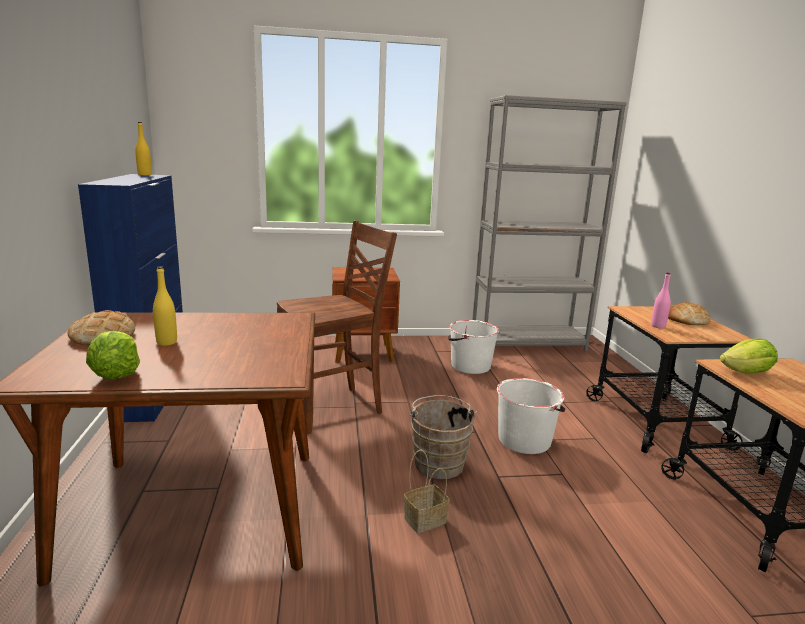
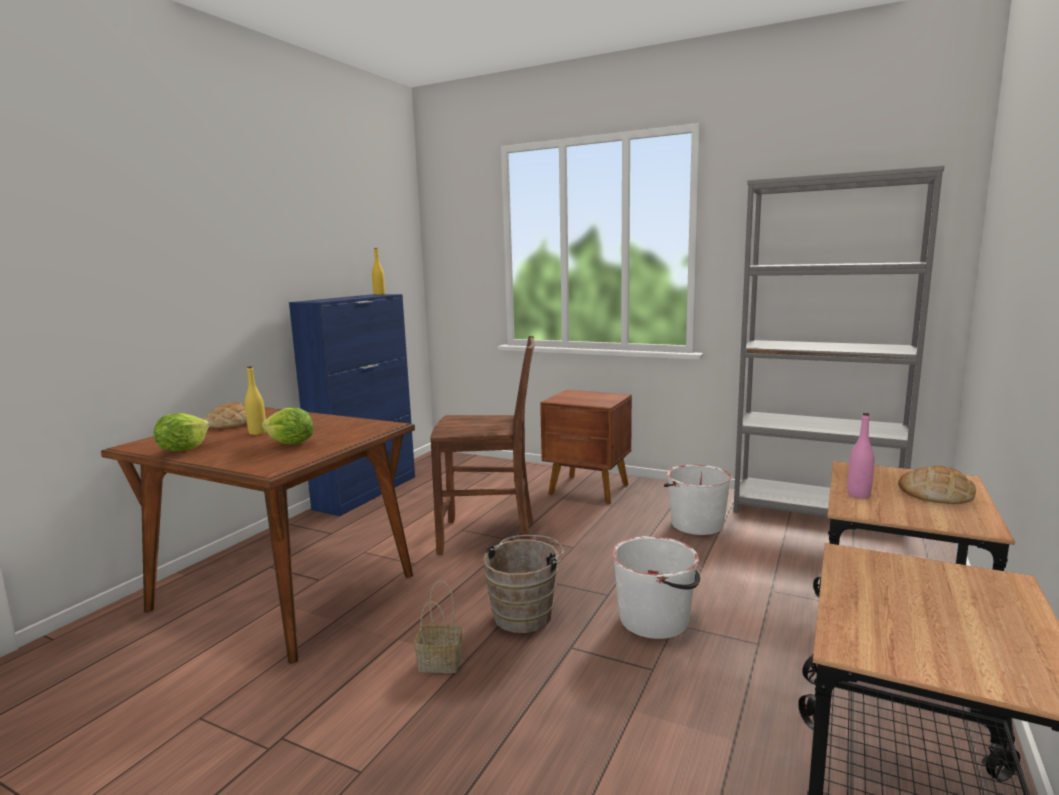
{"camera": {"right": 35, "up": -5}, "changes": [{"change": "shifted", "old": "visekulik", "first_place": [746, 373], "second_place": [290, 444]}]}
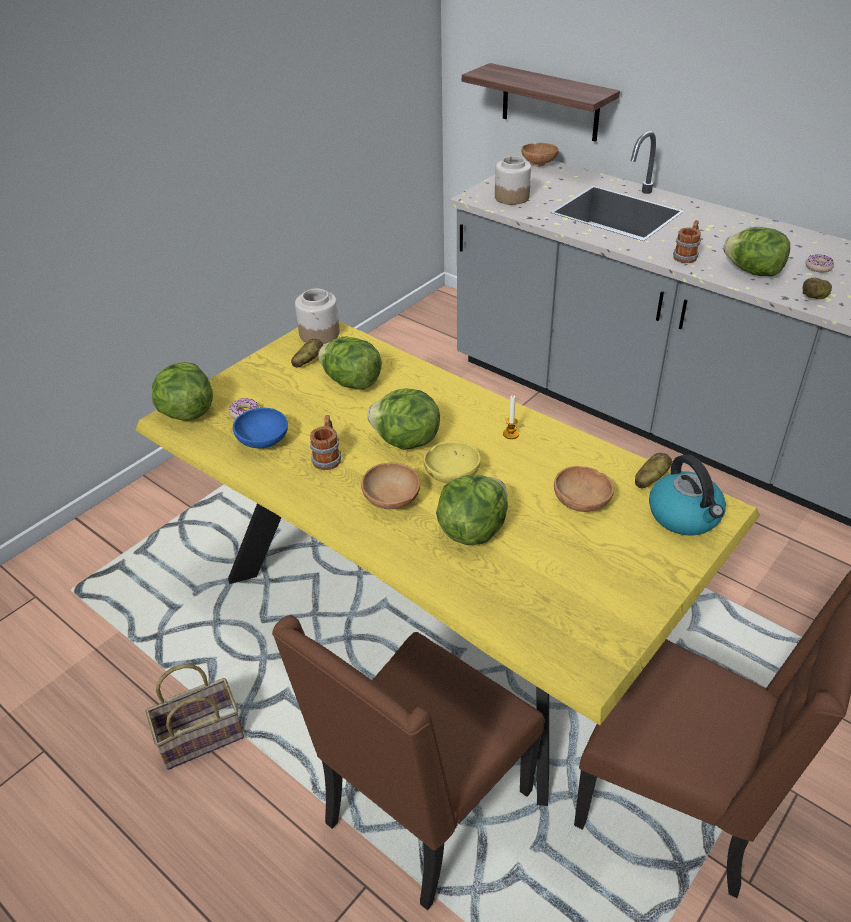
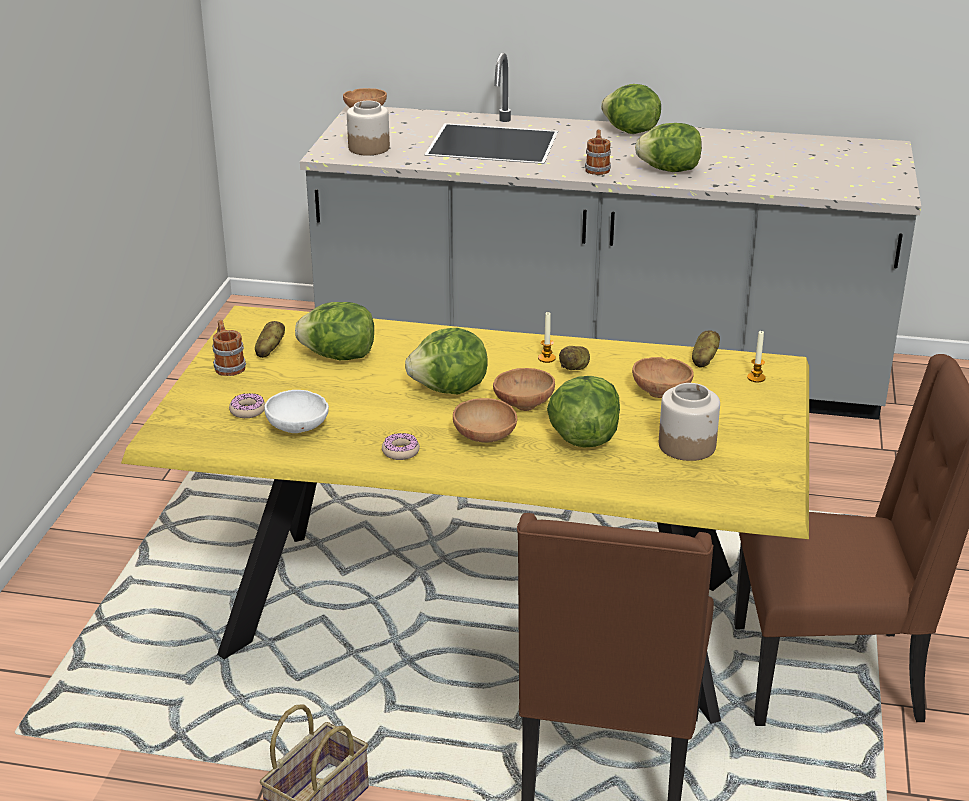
{"camera": {"right": -30, "up": -10}, "changes": [{"change": "shifted", "old": "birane", "first_place": [328, 457], "second_place": [228, 365]}, {"change": "repainted", "old": "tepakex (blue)", "new": "tepakex (white)", "first_place": [264, 442], "second_place": [299, 429]}, {"change": "shifted", "old": "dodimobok", "first_place": [818, 267], "second_place": [400, 451]}, {"change": "repainted", "old": "tepakex (yellow)", "new": "tepakex (brown)", "first_place": [452, 475], "second_place": [523, 404]}, {"change": "shifted", "old": "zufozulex", "first_place": [815, 297], "second_place": [575, 368]}, {"change": "shifted", "old": "visekulik", "first_place": [186, 412], "second_place": [630, 132]}, {"change": "shifted", "old": "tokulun", "first_place": [320, 333], "second_place": [687, 445]}, {"change": "swapped", "old": "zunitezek", "new": "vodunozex", "first_place": [685, 516], "second_place": [756, 378]}, {"change": "gone", "old": "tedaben", "first_place": [550, 103]}]}
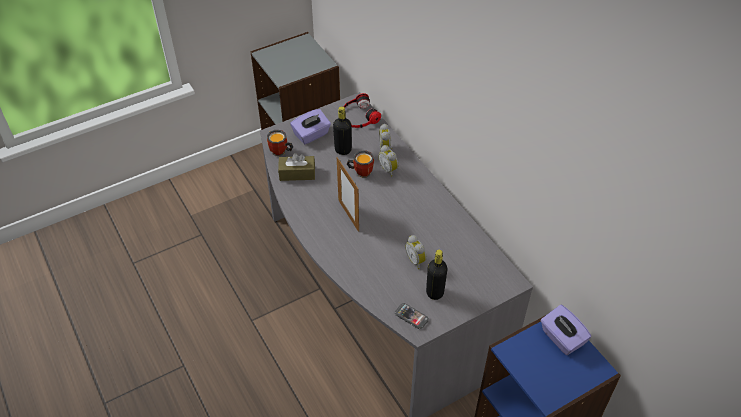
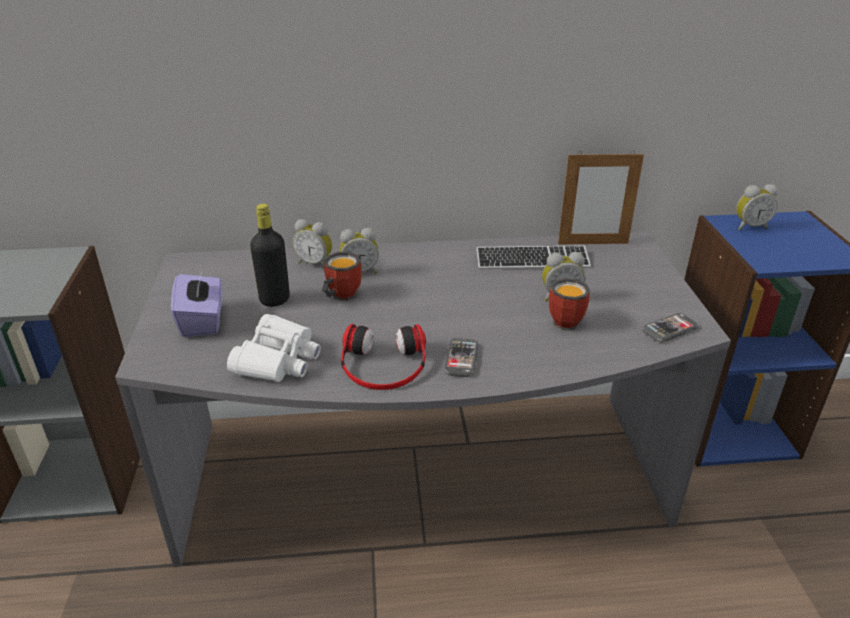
{"camera": {"right": -65, "up": -15}, "changes": [{"change": "swapped", "old": "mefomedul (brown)", "new": "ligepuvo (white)", "first_place": [297, 173], "second_place": [278, 360]}, {"change": "shifted", "old": "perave", "first_place": [358, 116], "second_place": [383, 365]}, {"change": "new", "new": "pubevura", "second_place": [461, 359]}, {"change": "new", "new": "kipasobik", "second_place": [532, 260]}, {"change": "shifted", "old": "birane", "first_place": [280, 153], "second_place": [570, 322]}, {"change": "shifted", "old": "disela", "first_place": [348, 215], "second_place": [593, 243]}, {"change": "swapped", "old": "mefomedul (purple)", "new": "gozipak", "first_place": [561, 338], "second_place": [749, 226]}, {"change": "gone", "old": "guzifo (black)", "first_place": [435, 292]}]}
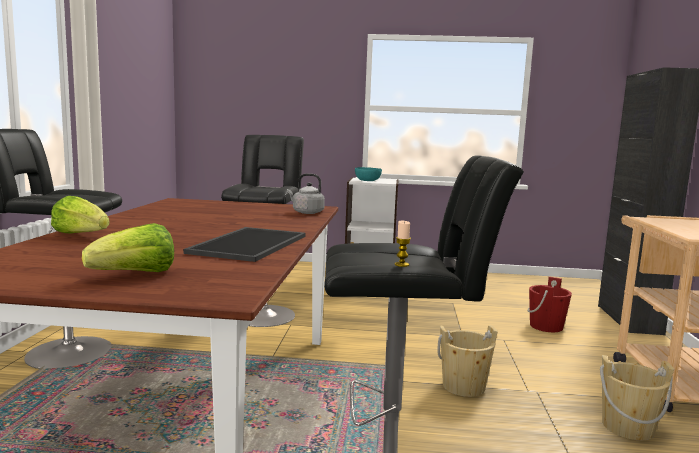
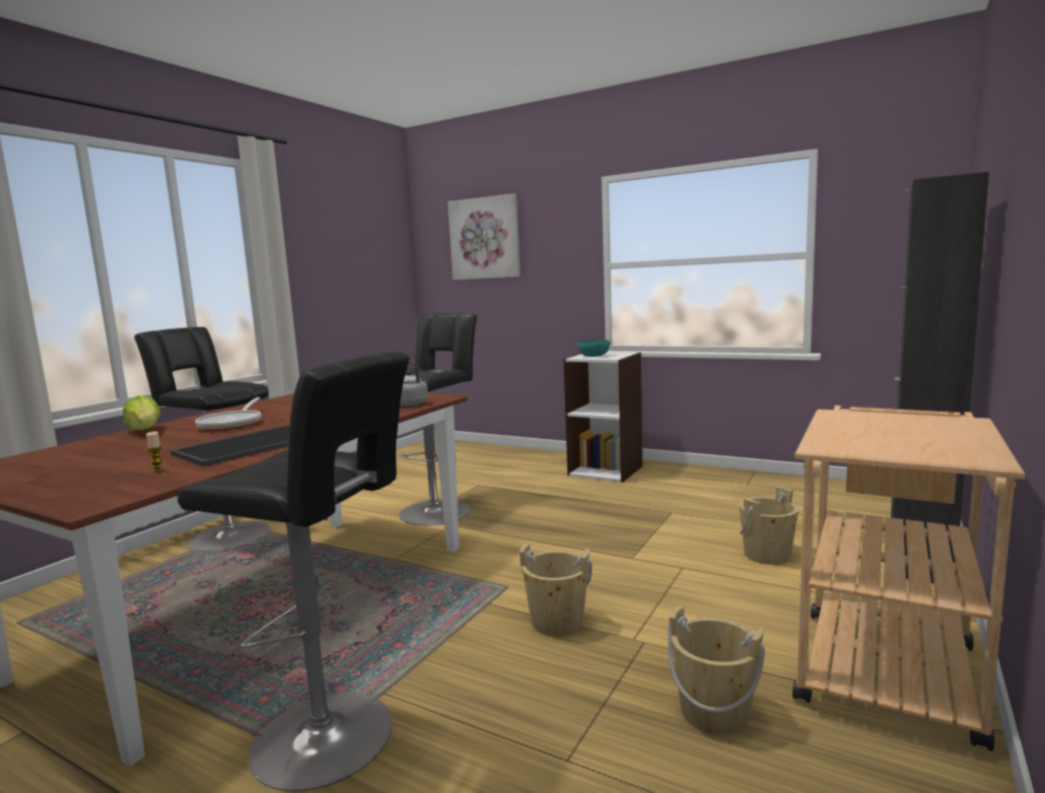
{"camera": {"right": 25, "up": 0}, "changes": [{"change": "shifted", "old": "vodunozex", "first_place": [401, 264], "second_place": [157, 470]}, {"change": "new", "new": "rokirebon", "second_place": [233, 424]}, {"change": "new", "new": "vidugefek", "second_place": [485, 238]}, {"change": "repainted", "old": "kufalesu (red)", "new": "kufalesu (beige)", "first_place": [546, 326], "second_place": [767, 555]}, {"change": "gone", "old": "visekulik", "first_place": [136, 274]}]}
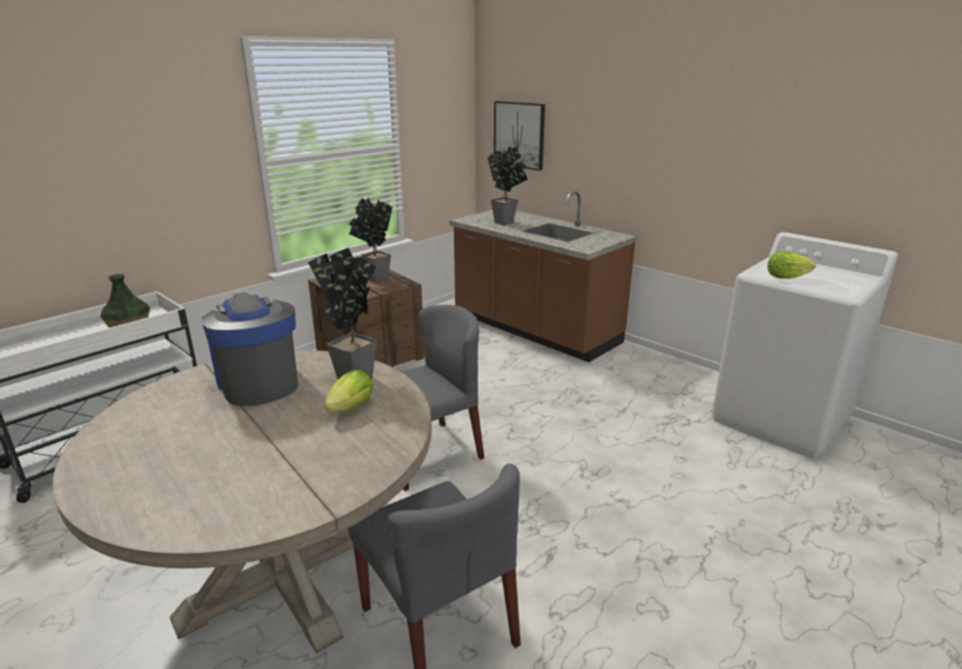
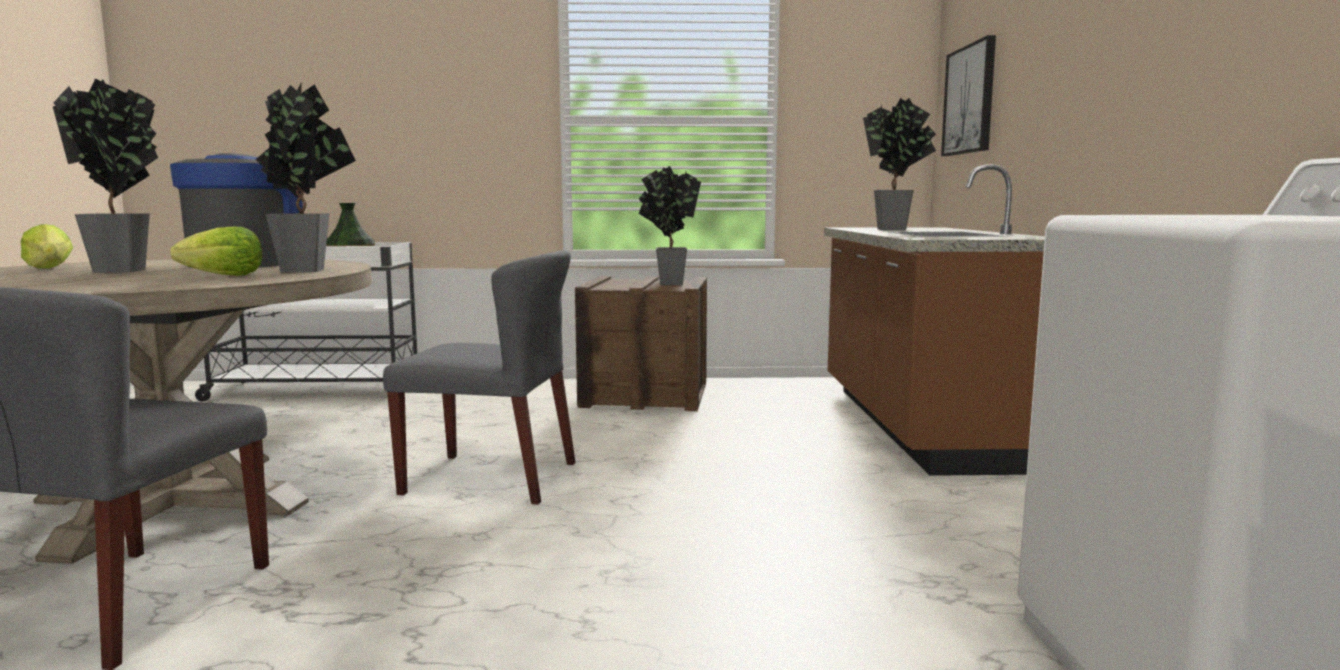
{"camera": {"right": 45, "up": -15}, "changes": [{"change": "shifted", "old": "visekulik", "first_place": [785, 277], "second_place": [50, 269]}, {"change": "new", "new": "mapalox", "second_place": [126, 271]}]}
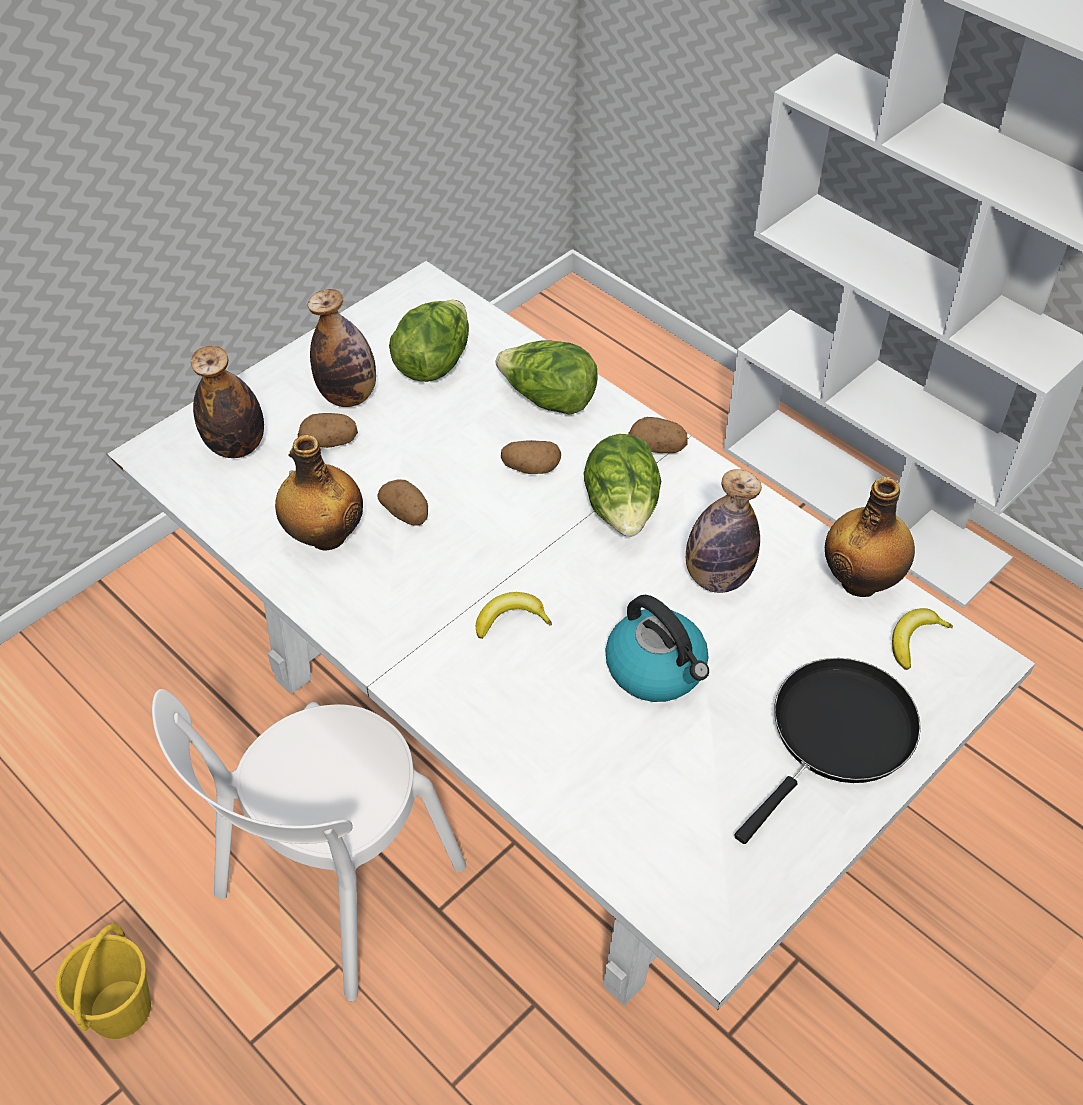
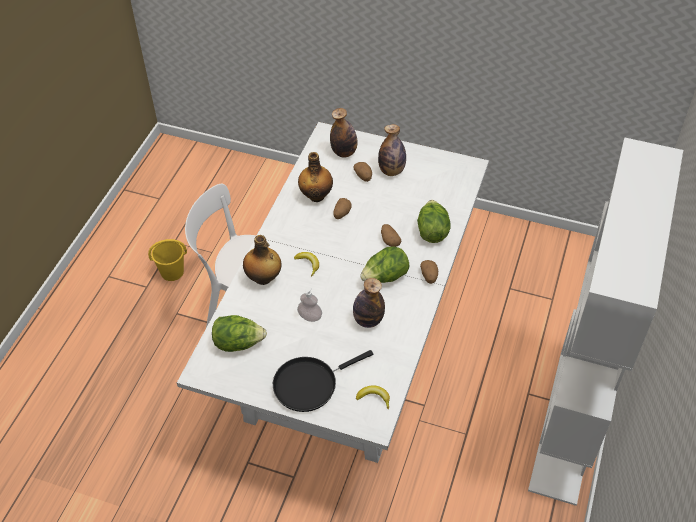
{"camera": {"right": 65, "up": 0}, "changes": [{"change": "shifted", "old": "visekulik", "first_place": [434, 362], "second_place": [238, 343]}, {"change": "shifted", "old": "guzifo", "first_place": [861, 580], "second_place": [263, 278]}, {"change": "rotated", "old": "rokirebon (black)", "first_place": [837, 735], "second_place": [309, 384], "degrees": 135}, {"change": "swapped", "old": "zunitezek", "new": "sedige", "first_place": [657, 669], "second_place": [310, 316]}]}
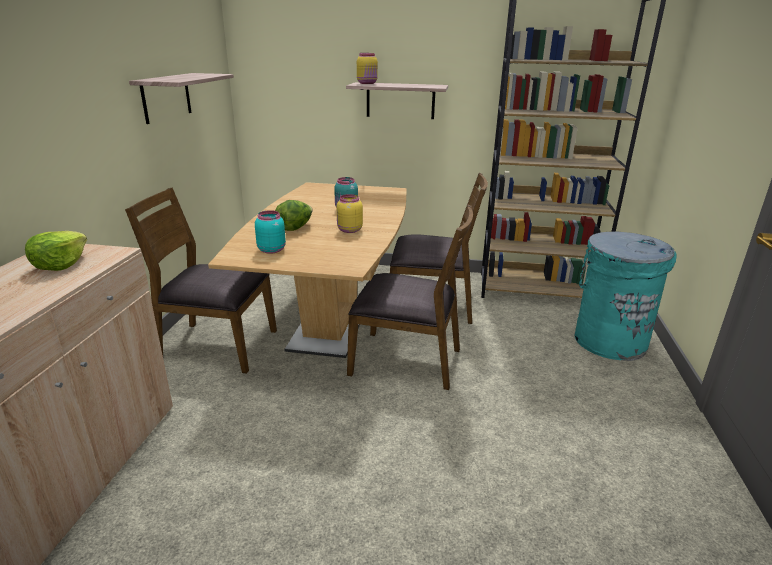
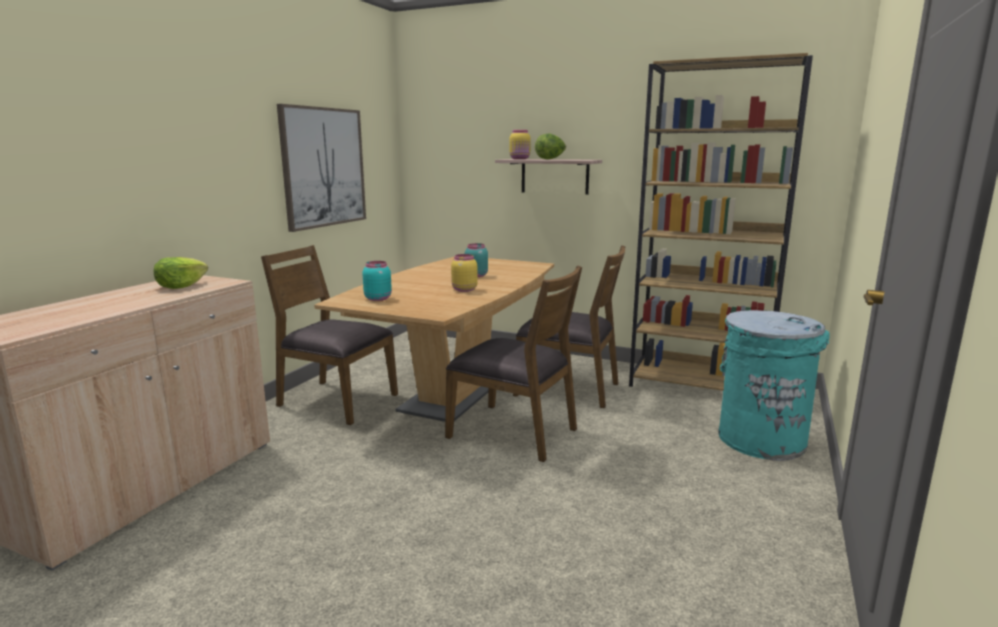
{"camera": {"right": 15, "up": -10}, "changes": [{"change": "swapped", "old": "tedaben", "new": "vidugefek", "first_place": [166, 97], "second_place": [323, 167]}, {"change": "shifted", "old": "visekulik", "first_place": [295, 228], "second_place": [550, 159]}]}
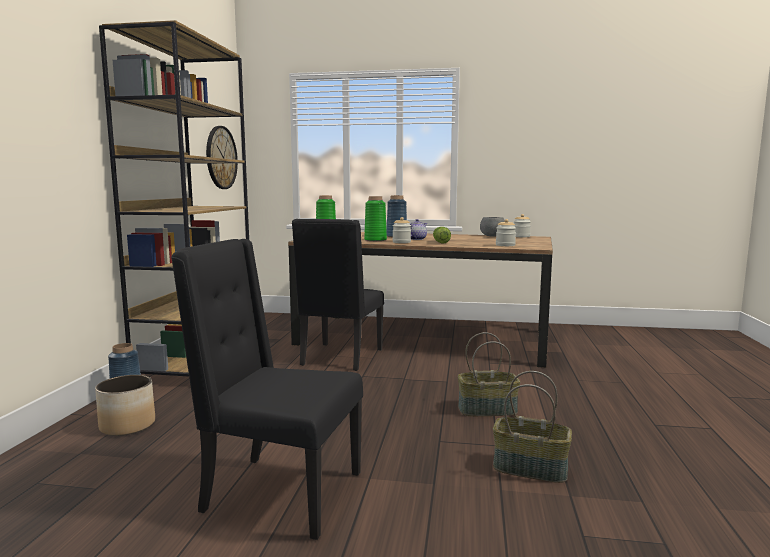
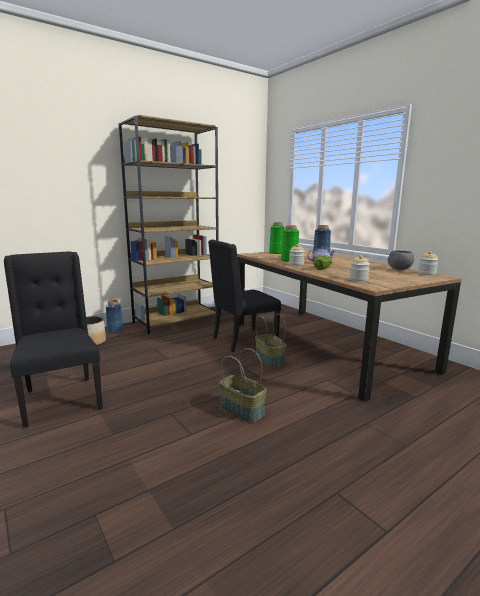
{"camera": {"right": 45, "up": 5}, "changes": [{"change": "shifted", "old": "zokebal", "first_place": [531, 468], "second_place": [270, 360]}, {"change": "gone", "old": "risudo", "first_place": [221, 157]}]}
